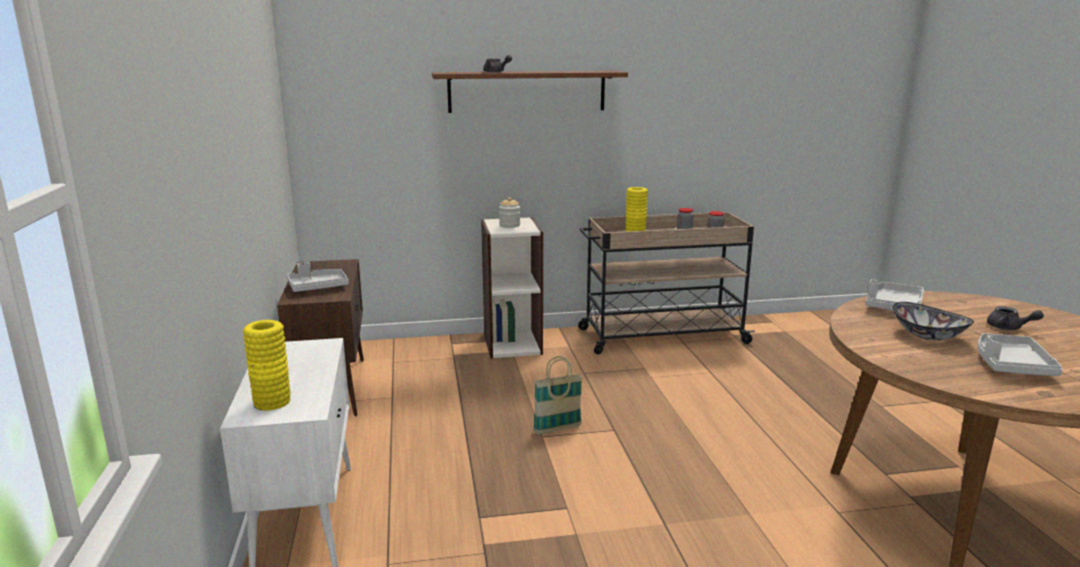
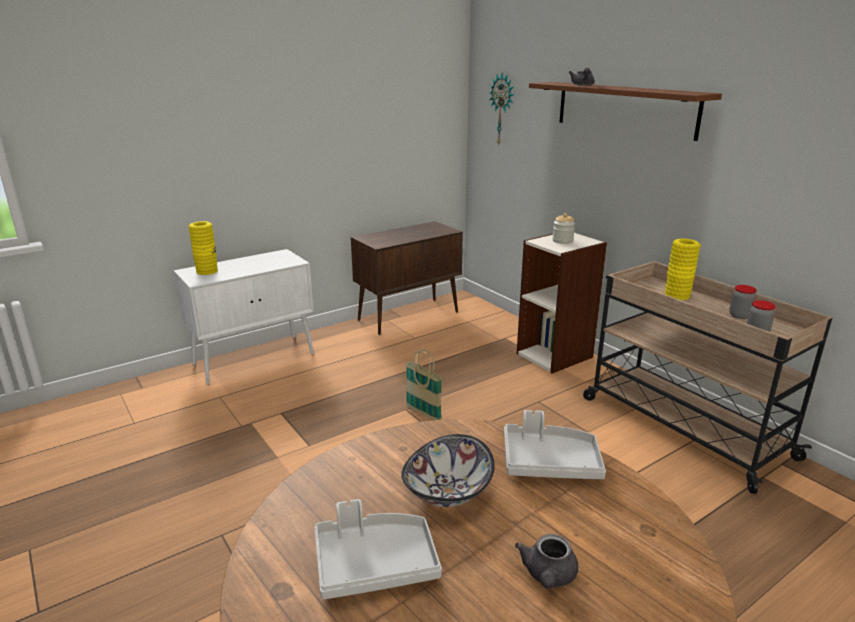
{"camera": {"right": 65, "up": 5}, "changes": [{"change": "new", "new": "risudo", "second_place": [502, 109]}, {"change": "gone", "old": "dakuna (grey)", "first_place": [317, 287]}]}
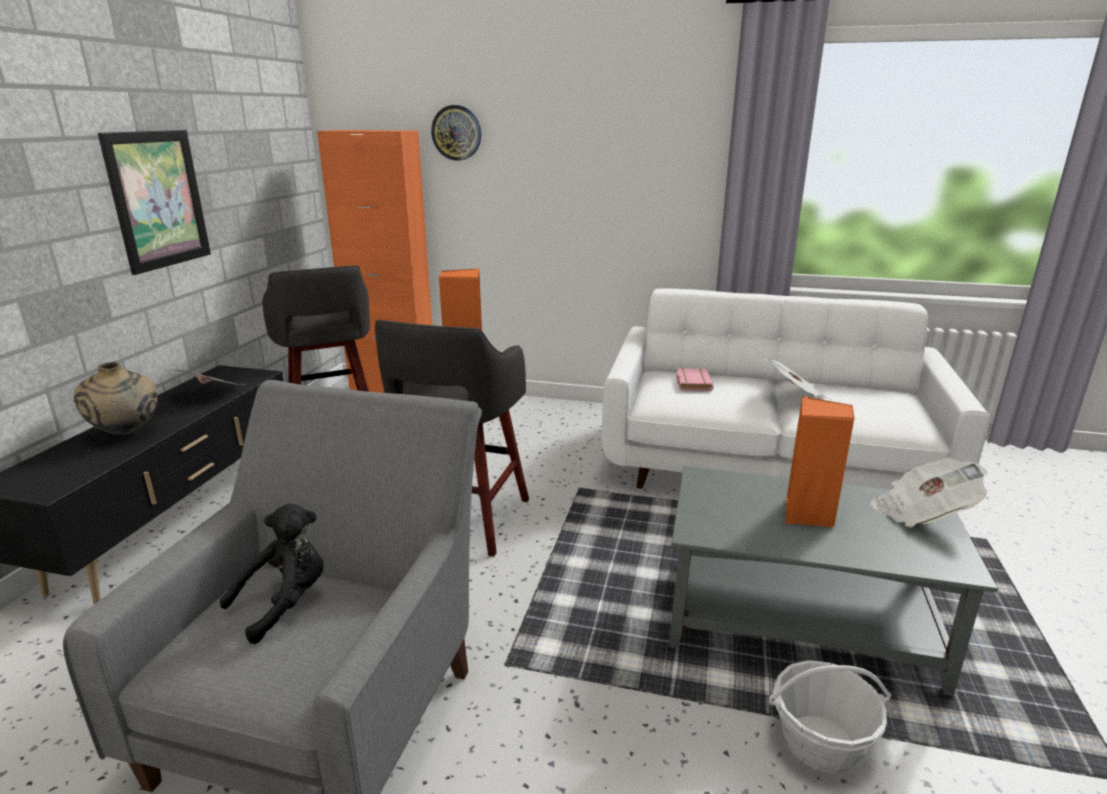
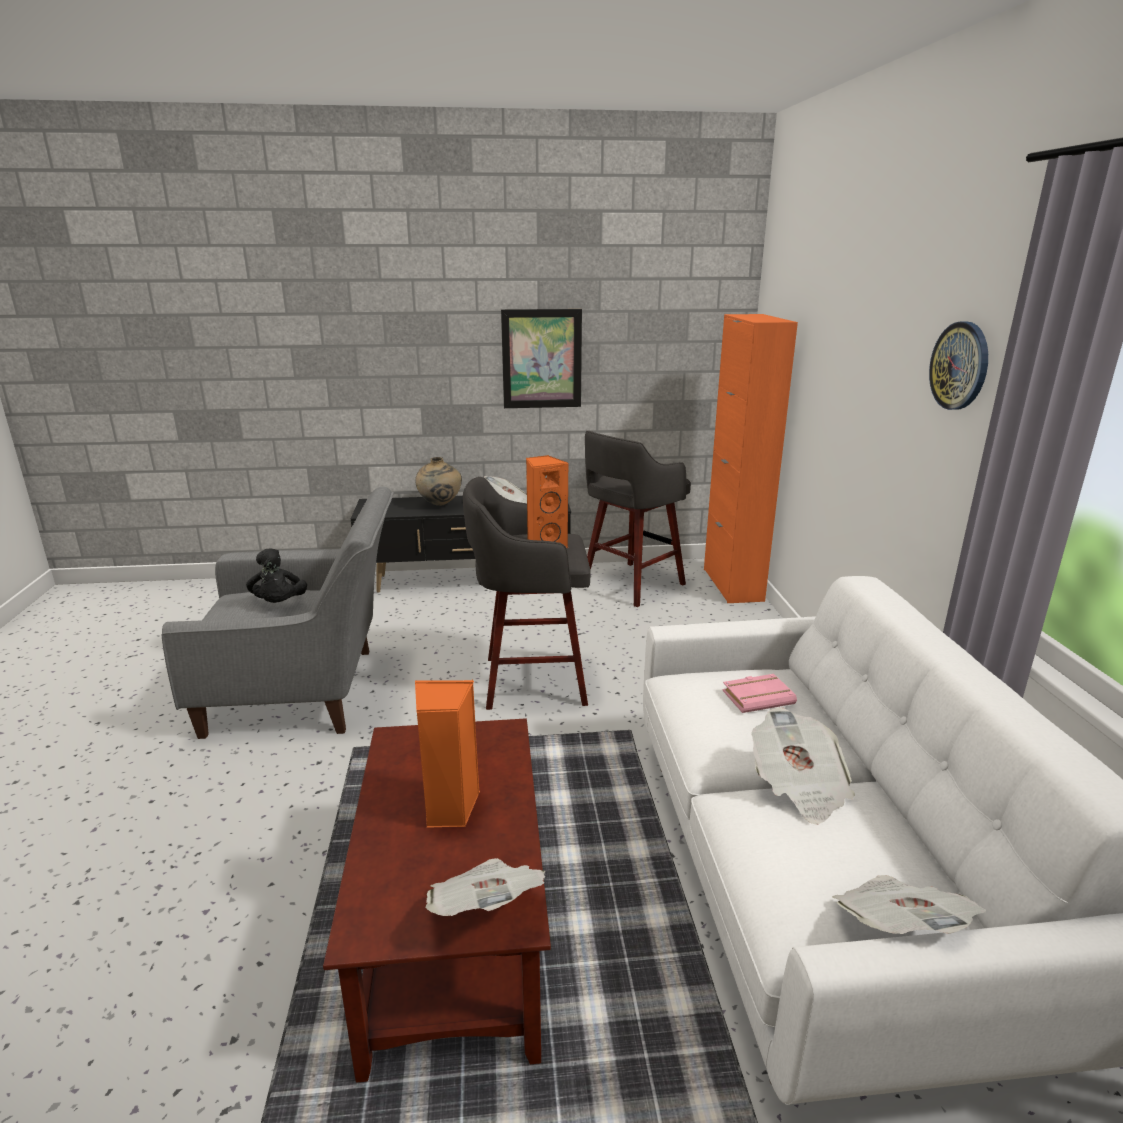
{"camera": {"right": 70, "up": 0}, "changes": [{"change": "rotated", "old": "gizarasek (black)", "first_place": [285, 603], "second_place": [279, 604], "degrees": 45}, {"change": "repainted", "old": "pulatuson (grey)", "new": "pulatuson (brown)", "first_place": [801, 623], "second_place": [455, 931]}, {"change": "new", "new": "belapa", "second_place": [898, 928]}, {"change": "shifted", "old": "risudo", "first_place": [457, 133], "second_place": [960, 366]}, {"change": "gone", "old": "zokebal", "first_place": [820, 743]}]}
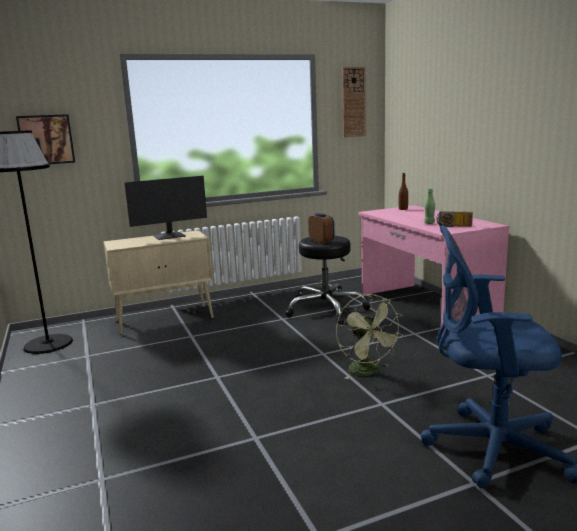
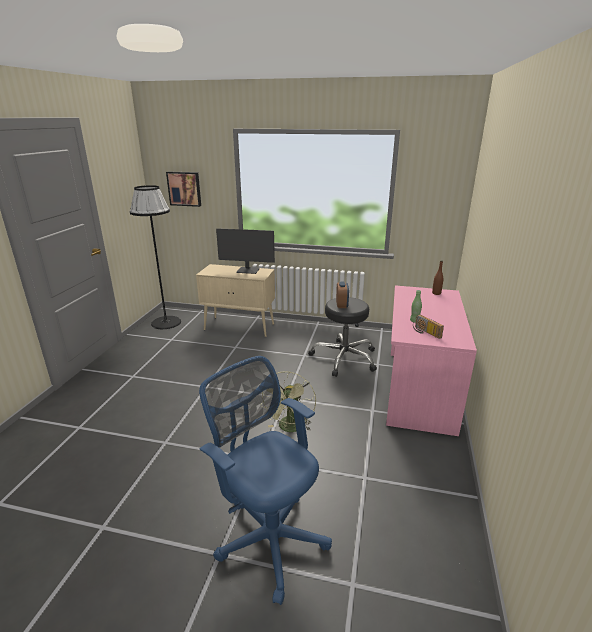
{"camera": {"right": 35, "up": 10}, "changes": [{"change": "gone", "old": "risudo", "first_place": [353, 102]}]}
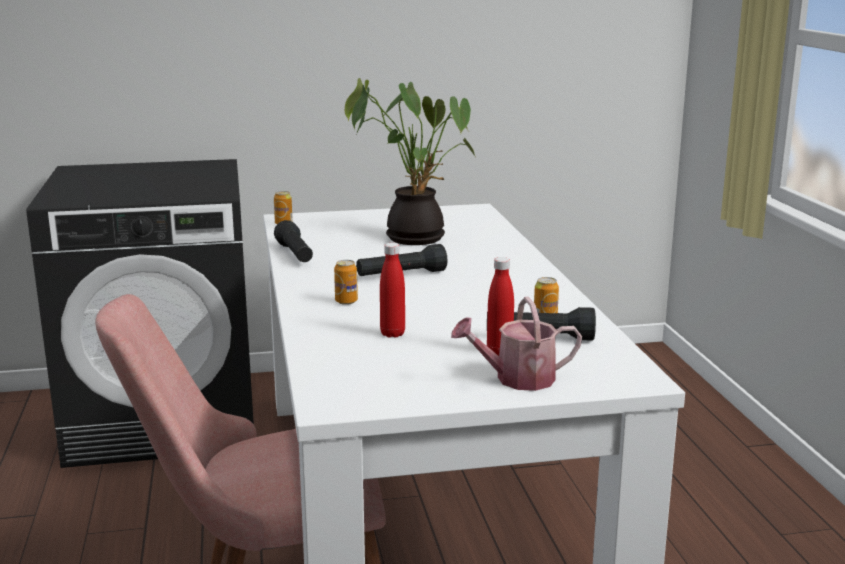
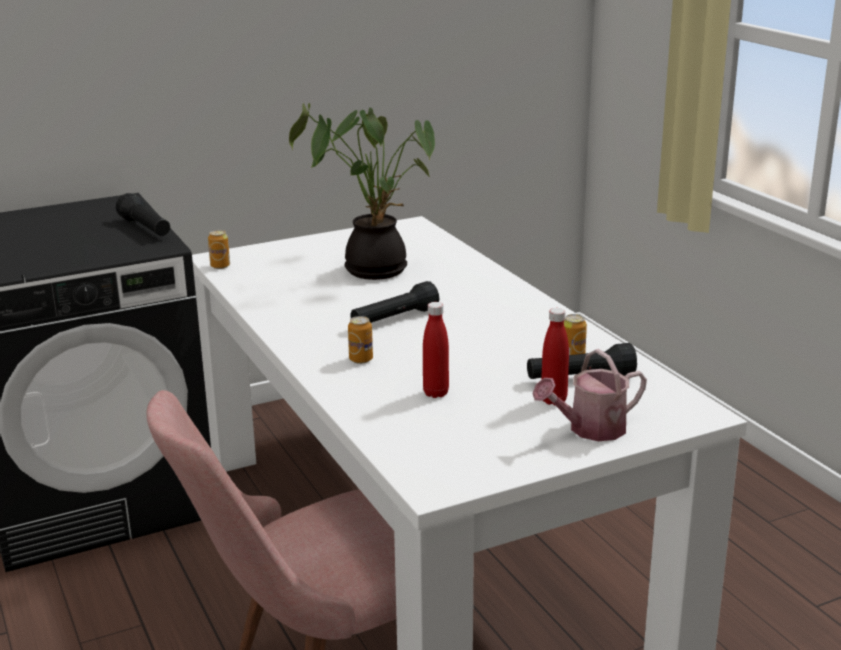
{"camera": {"right": -15, "up": 5}, "changes": [{"change": "shifted", "old": "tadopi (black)", "first_place": [295, 255], "second_place": [146, 229]}]}
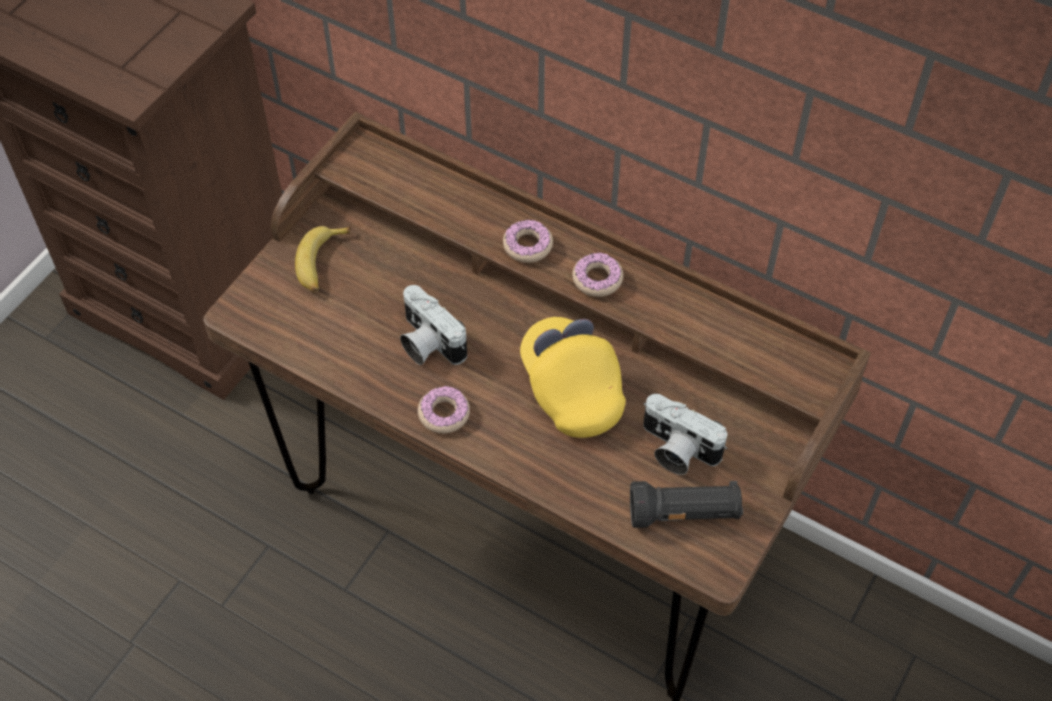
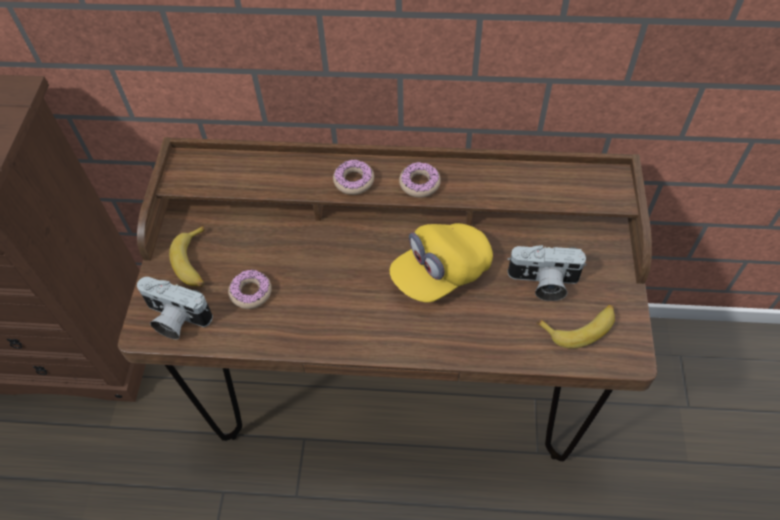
{"camera": {"right": -25, "up": 0}, "changes": [{"change": "shifted", "old": "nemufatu", "first_place": [427, 343], "second_place": [175, 319]}, {"change": "shifted", "old": "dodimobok", "first_place": [444, 414], "second_place": [251, 292]}, {"change": "rotated", "old": "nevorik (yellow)", "first_place": [571, 389], "second_place": [441, 273], "degrees": -75}, {"change": "swapped", "old": "tadopi (black)", "new": "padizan", "first_place": [684, 514], "second_place": [580, 327]}]}
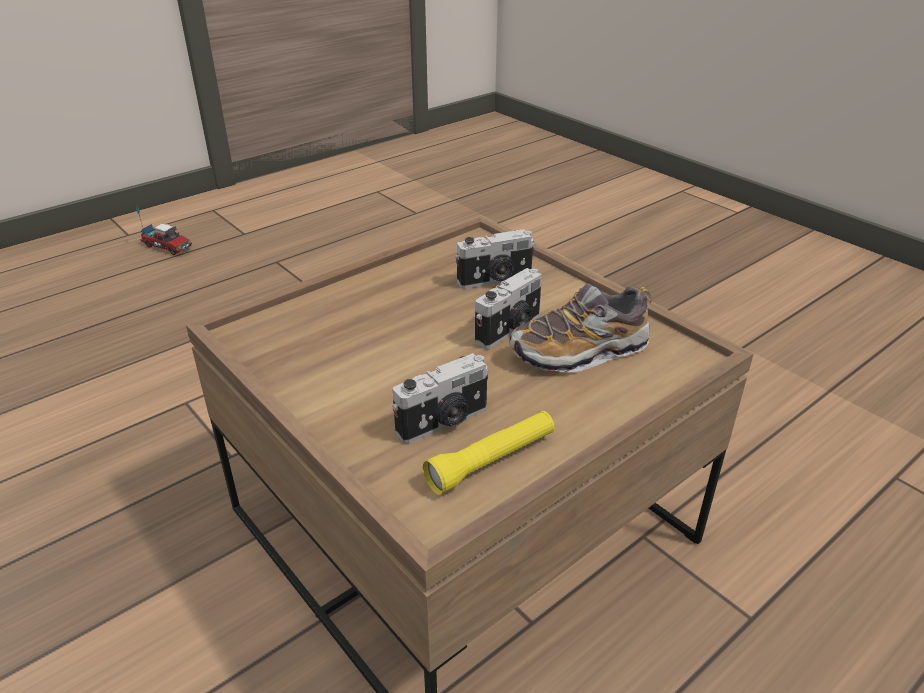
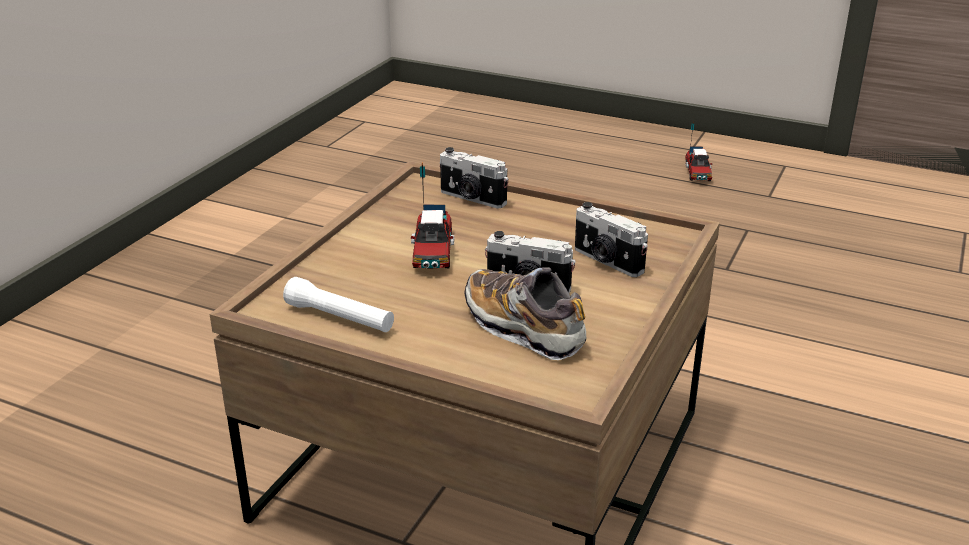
{"camera": {"right": 65, "up": -5}, "changes": [{"change": "repainted", "old": "tadopi (yellow)", "new": "tadopi (white)", "first_place": [491, 461], "second_place": [340, 318]}, {"change": "new", "new": "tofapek", "second_place": [433, 252]}, {"change": "shifted", "old": "nemufatu", "first_place": [444, 422], "second_place": [472, 198]}]}
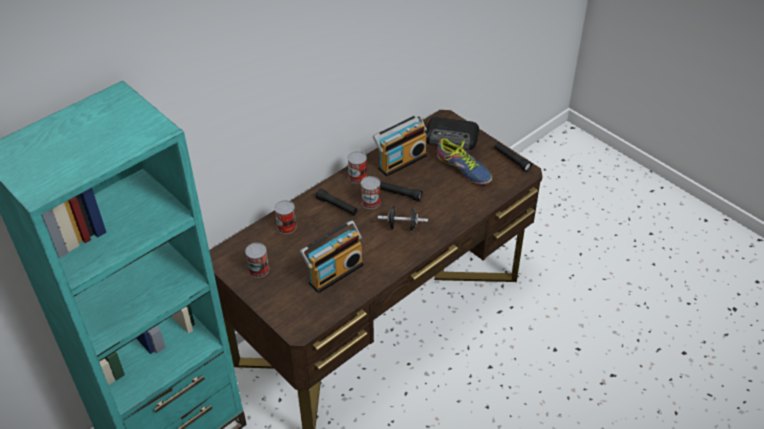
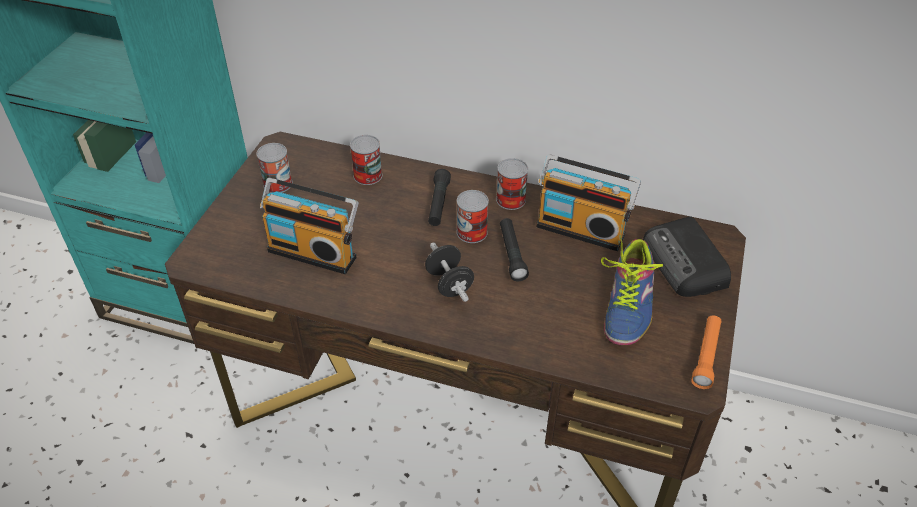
{"camera": {"right": 60, "up": 0}, "changes": [{"change": "repainted", "old": "tadopi (black)", "new": "tadopi (orange)", "first_place": [512, 160], "second_place": [706, 356]}]}
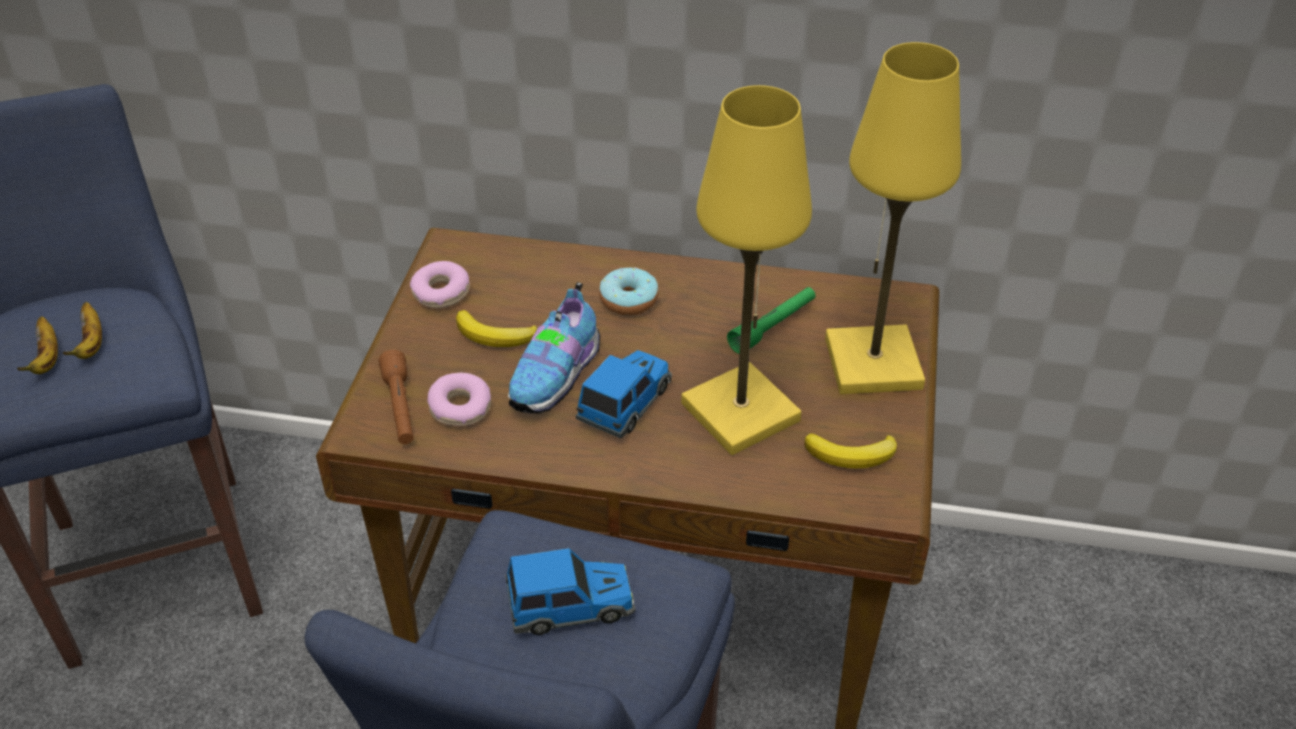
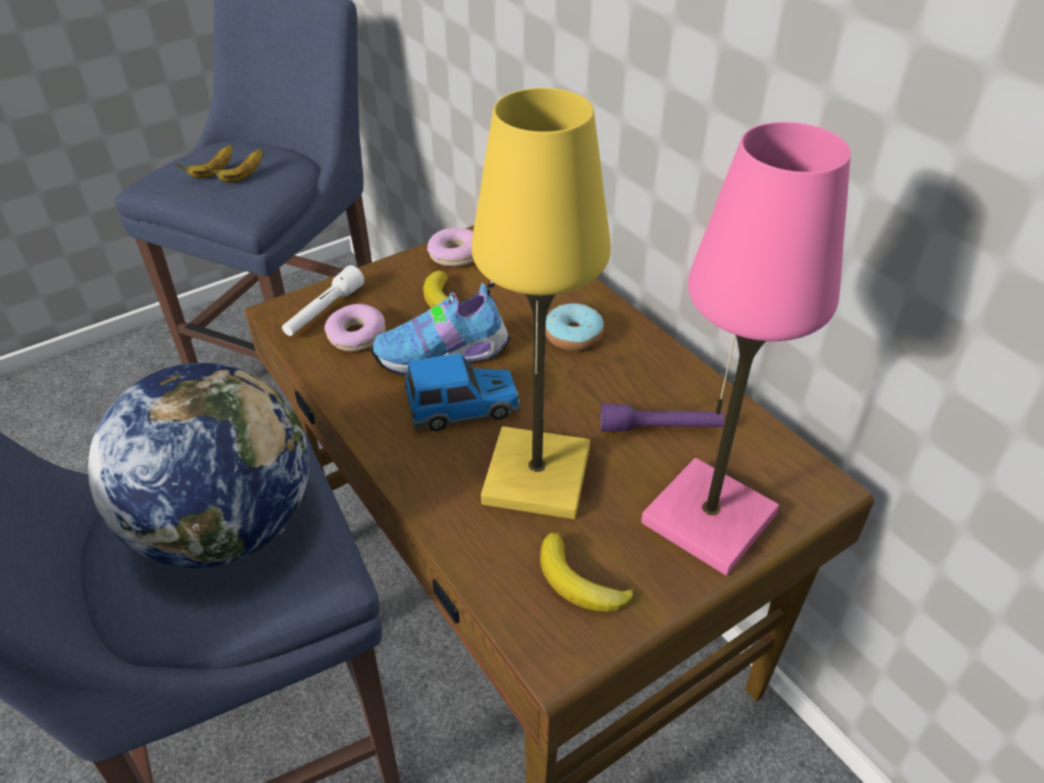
{"camera": {"right": 45, "up": 0}, "changes": [{"change": "swapped", "old": "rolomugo", "new": "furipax", "first_place": [571, 606], "second_place": [226, 526]}, {"change": "repainted", "old": "tadopi (brown)", "new": "tadopi (white)", "first_place": [400, 407], "second_place": [324, 311]}, {"change": "repainted", "old": "tadopi (green)", "new": "tadopi (purple)", "first_place": [773, 327], "second_place": [660, 428]}, {"change": "repainted", "old": "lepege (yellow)", "new": "lepege (pink)", "first_place": [872, 364], "second_place": [708, 519]}]}
